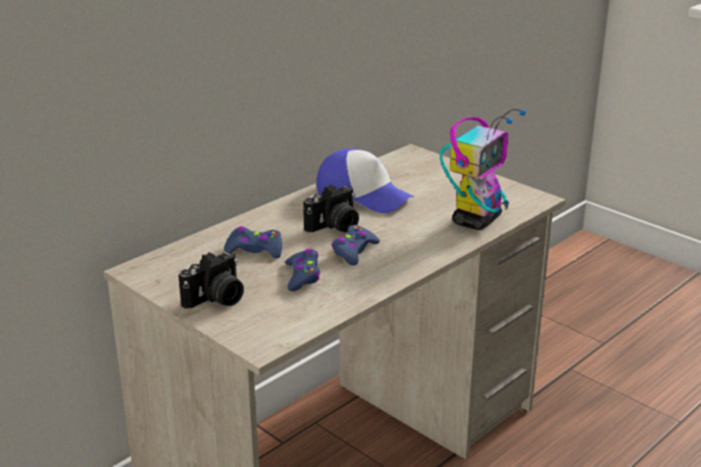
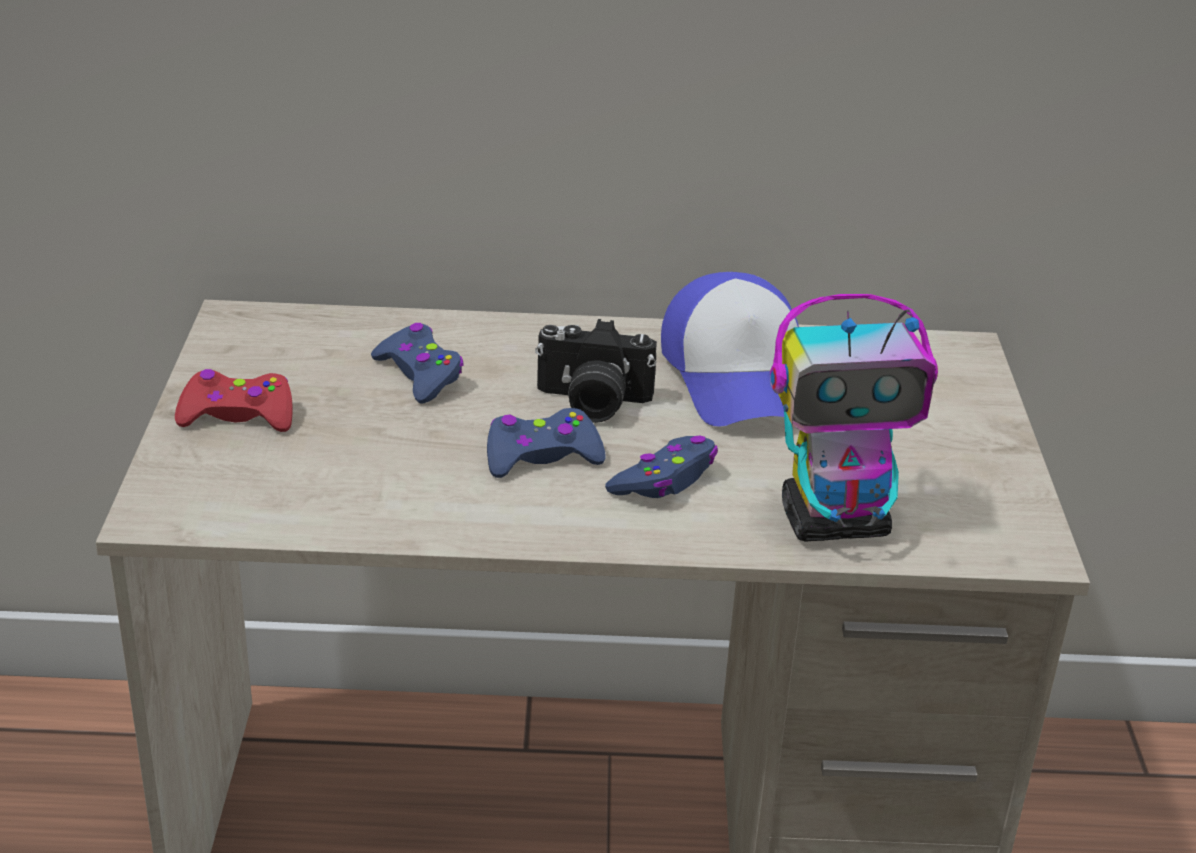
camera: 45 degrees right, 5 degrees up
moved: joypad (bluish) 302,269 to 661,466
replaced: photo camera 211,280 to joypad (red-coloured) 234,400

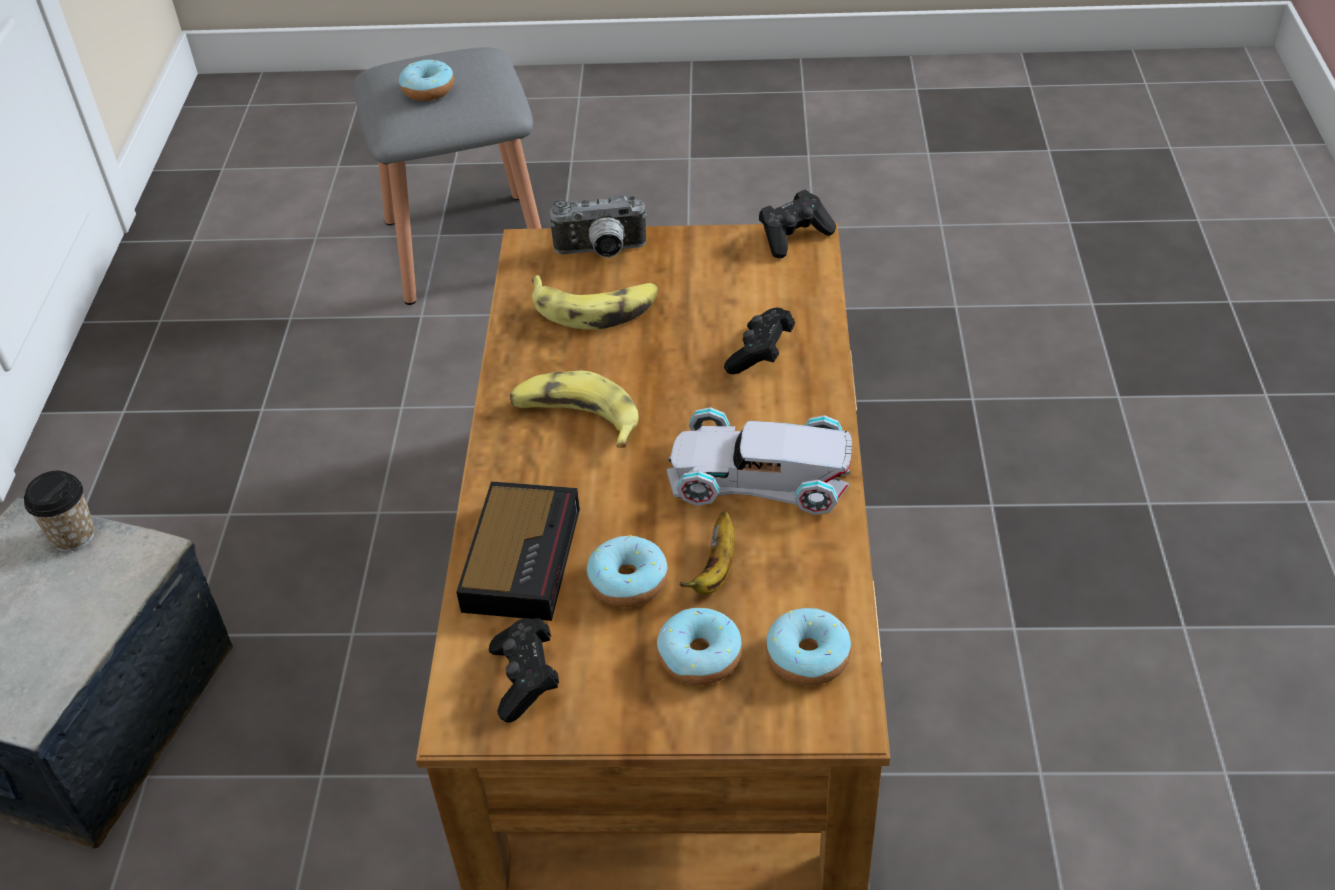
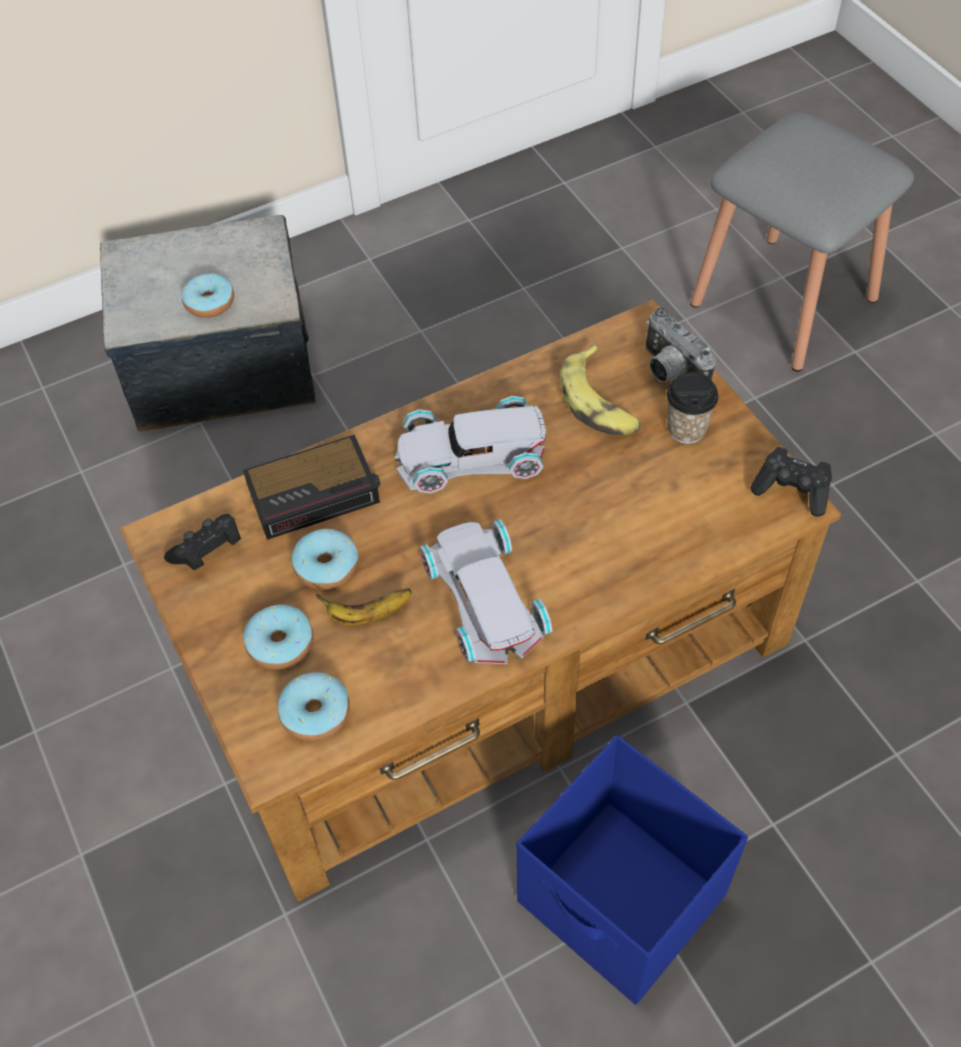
camera: 60 degrees right, 10 degrees up
removed: joypad (black) 759,341
added: storage bin (bluish) 632,870
moved: doughnut 426,80 to 208,295; drinking cup 59,511 to 693,408
replaced: whole banana 574,409 to miniature car (white) 470,445

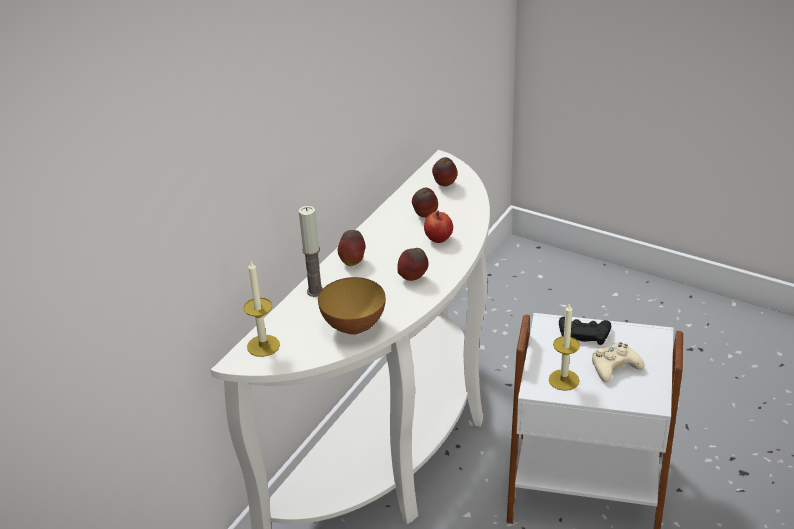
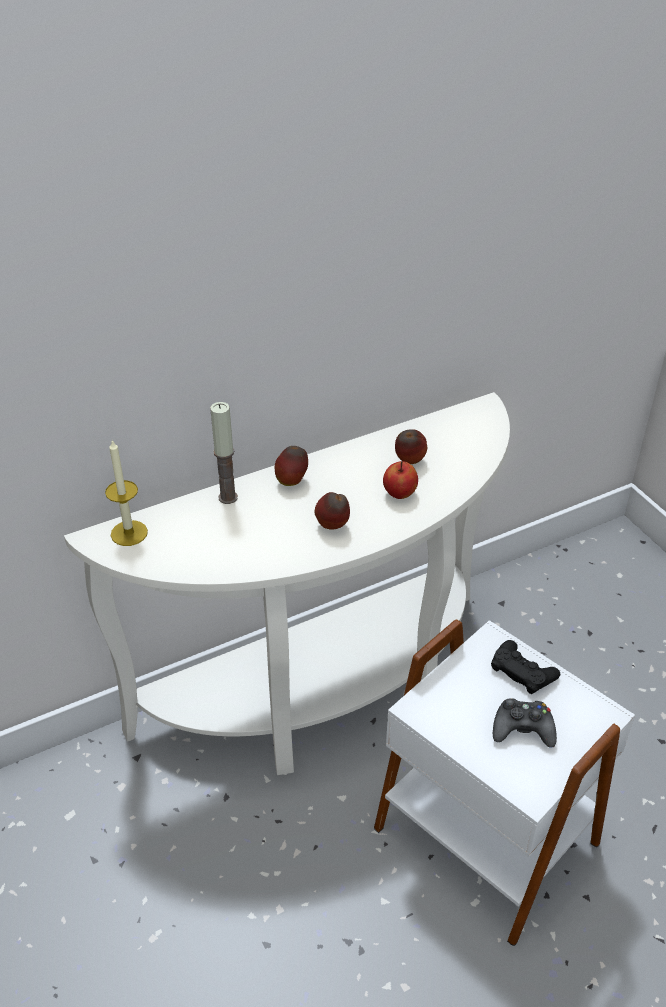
camera: 30 degrees right, 5 degrees up
removed: bowl 352,306; apple fruit 445,171; wax candle 564,347
recoloured: joypad (beige) 618,362 to joypad (black) 525,723

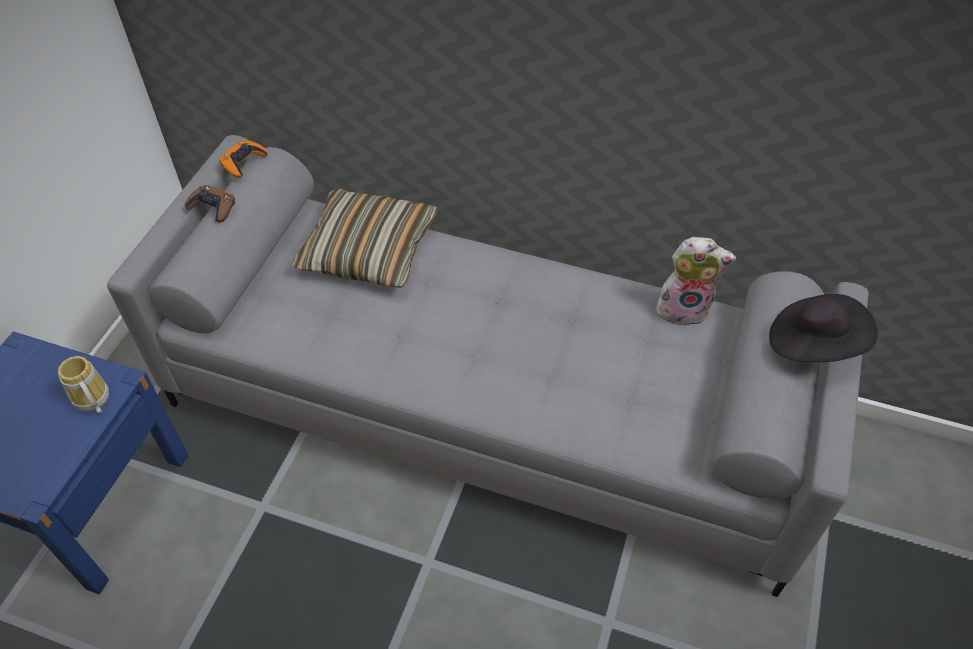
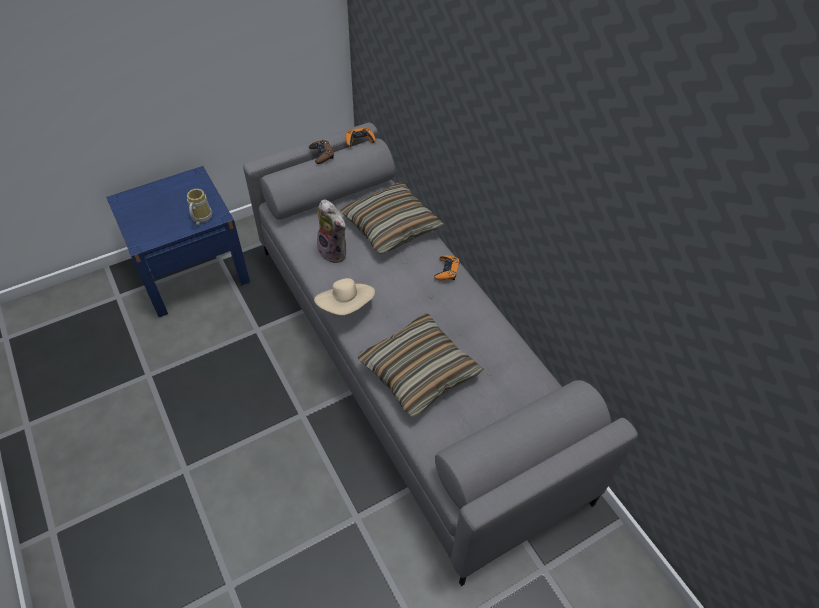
camera: 40 degrees right, 0 degrees up
removed: hat (black) 823,328
added: hat (beige) 344,296; cushion 421,365; joypad (orange) 447,267
moved: plush toy 696,281 to 332,231

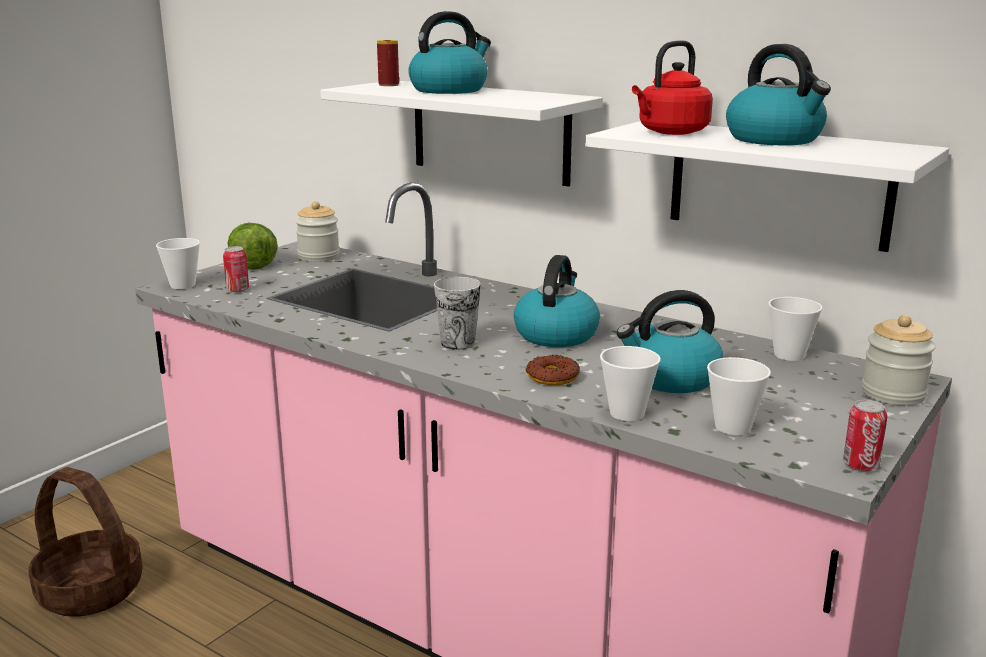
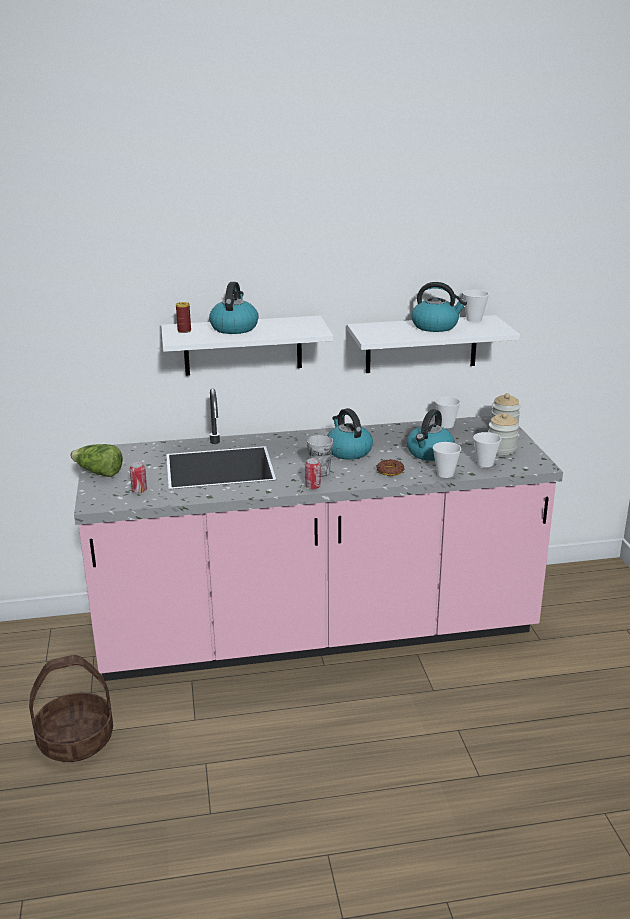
camera: 45 degrees left, 5 degrees up
removed: kettle (red-coloured) 672,87
moved: can 865,436 to 313,474; drinking cup 178,263 to 476,306; storage jar 317,231 to 503,434

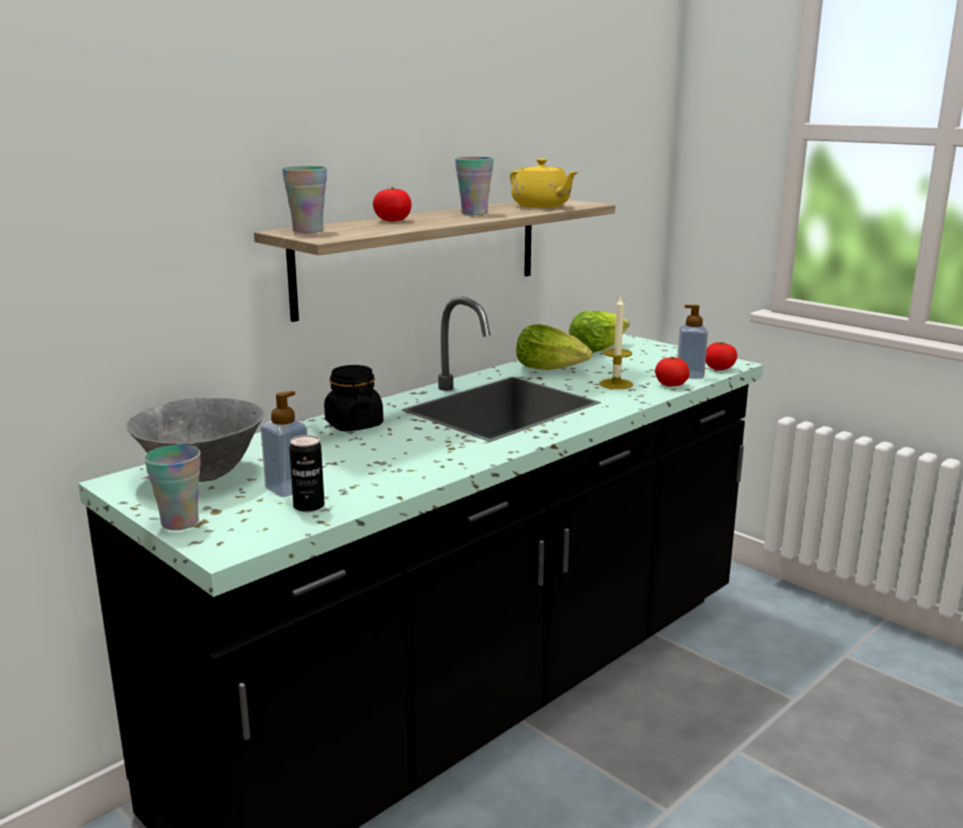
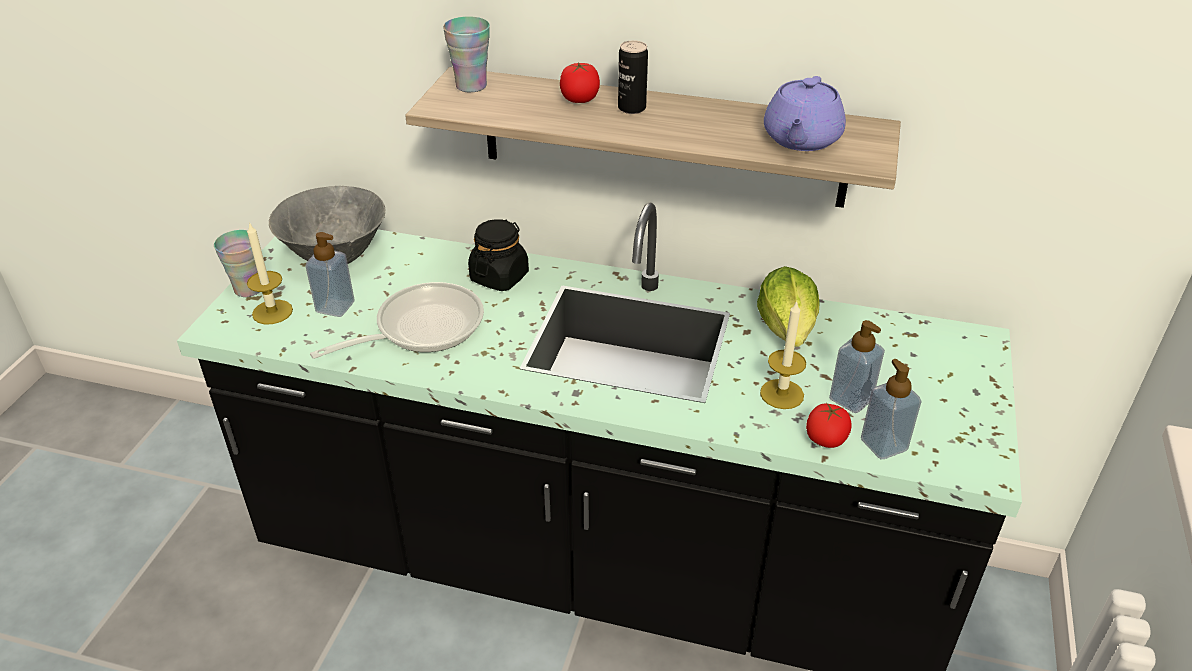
camera: 60 degrees right, 20 degrees up
removed: drinking cup 474,186; lettuce head 599,332; fresh tomato 721,356
added: wax candle 270,273; skillet 397,320; soap dispenser 857,366
moved: can 307,473 to 633,77
recoloured: teapot (yellow-coloured) 544,183 to teapot (purple) 805,113

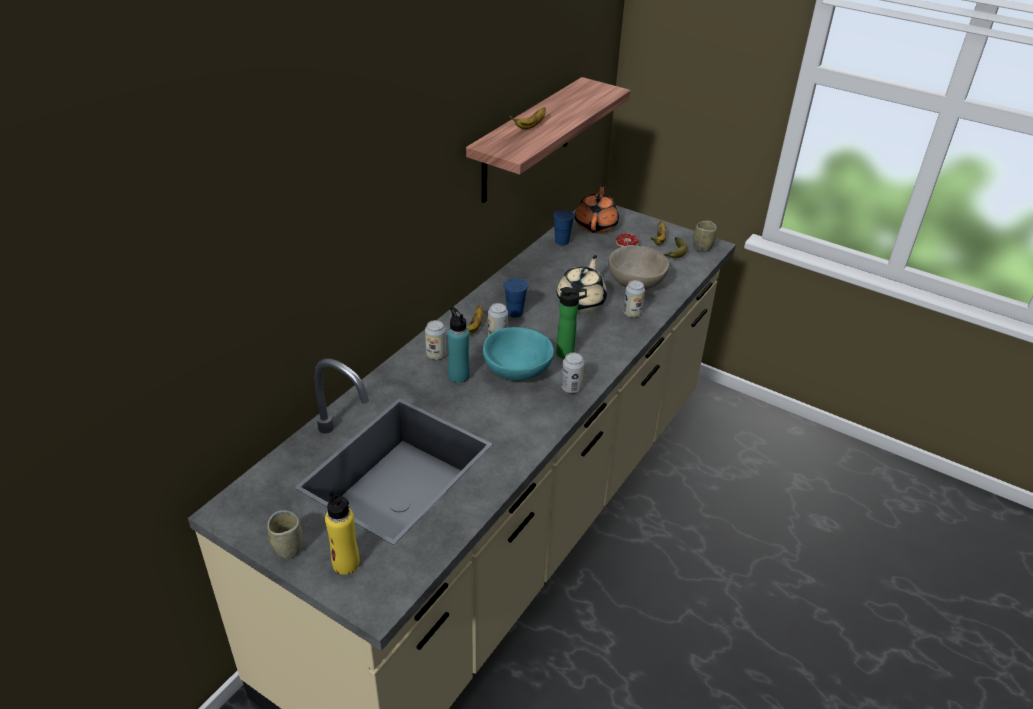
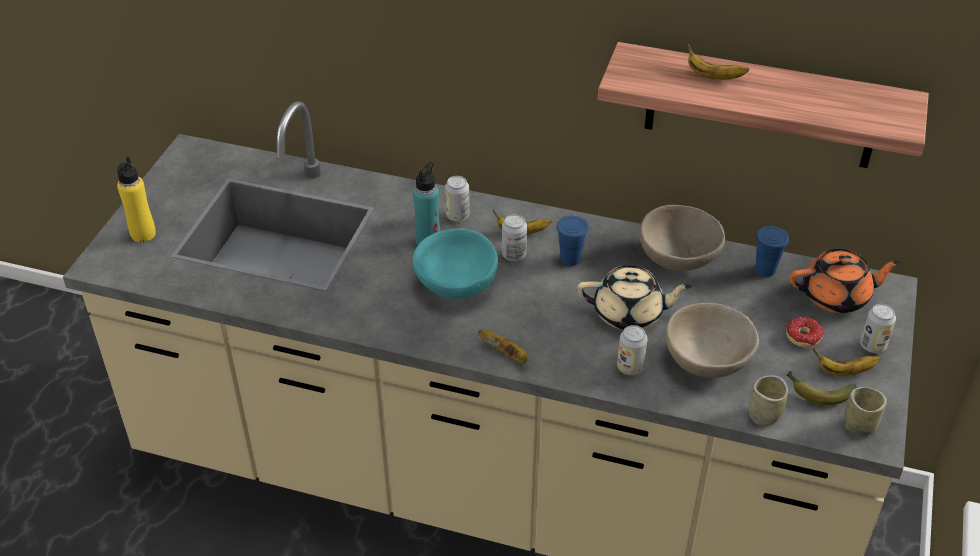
camera: 75 degrees right, 5 degrees up
removed: bottle 571,323
added: whole banana 503,346; bowl (beige) 682,238
moved: drinking cup 285,534 to 768,400; can 572,373 to 878,328

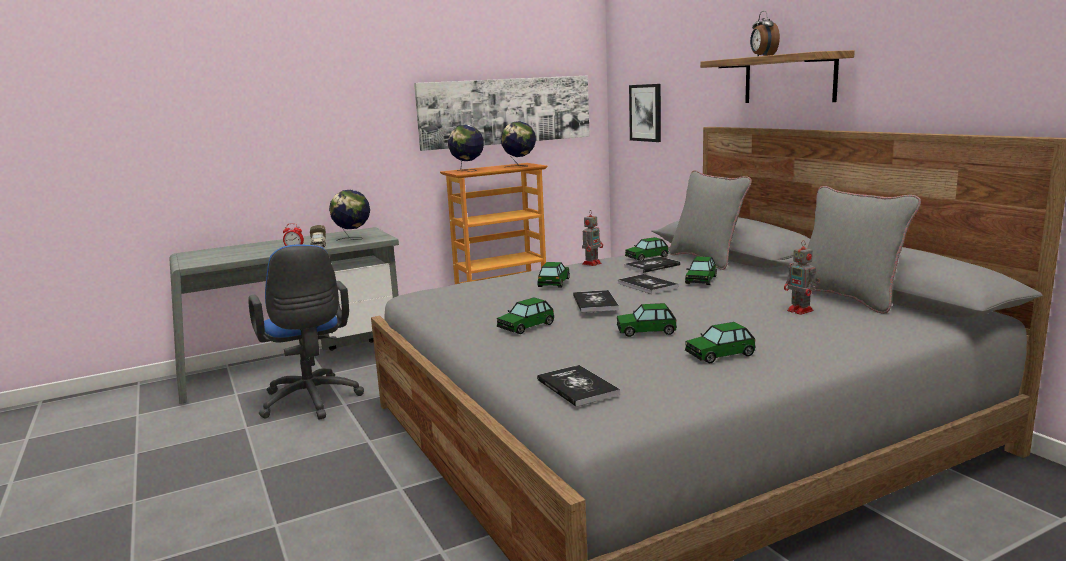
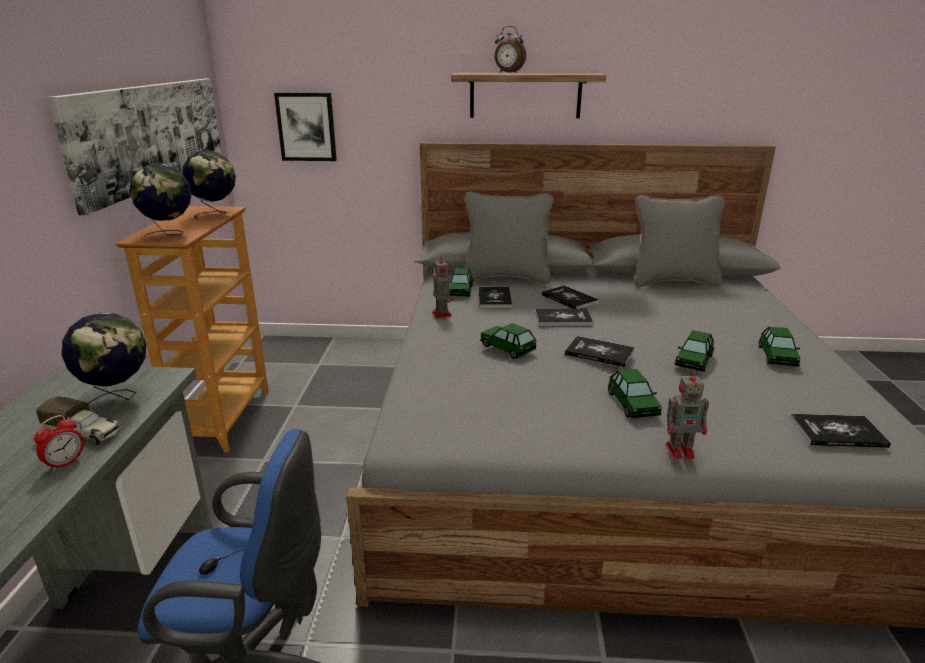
camera: 60 degrees left, 10 degrees up
moved: model robot 801,277 to 687,414
replaced: miniature car 701,270 to volume 570,297

